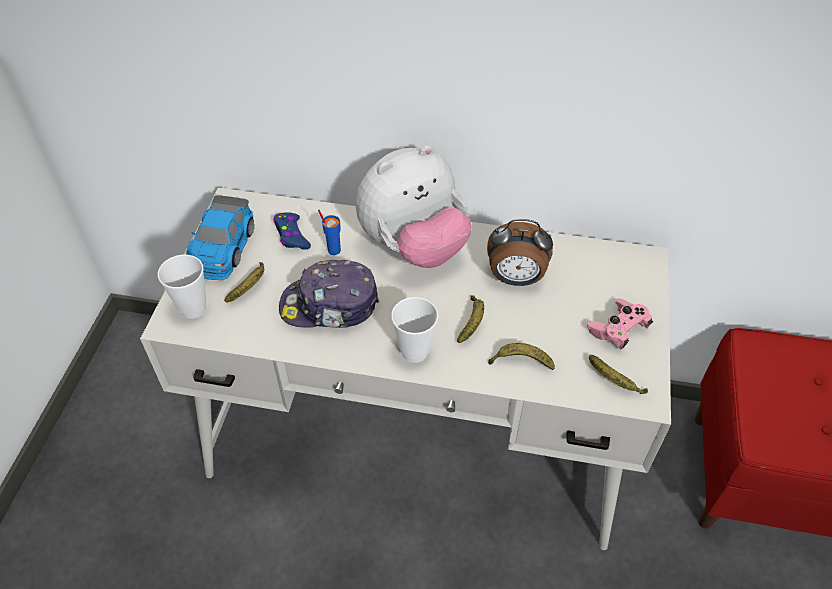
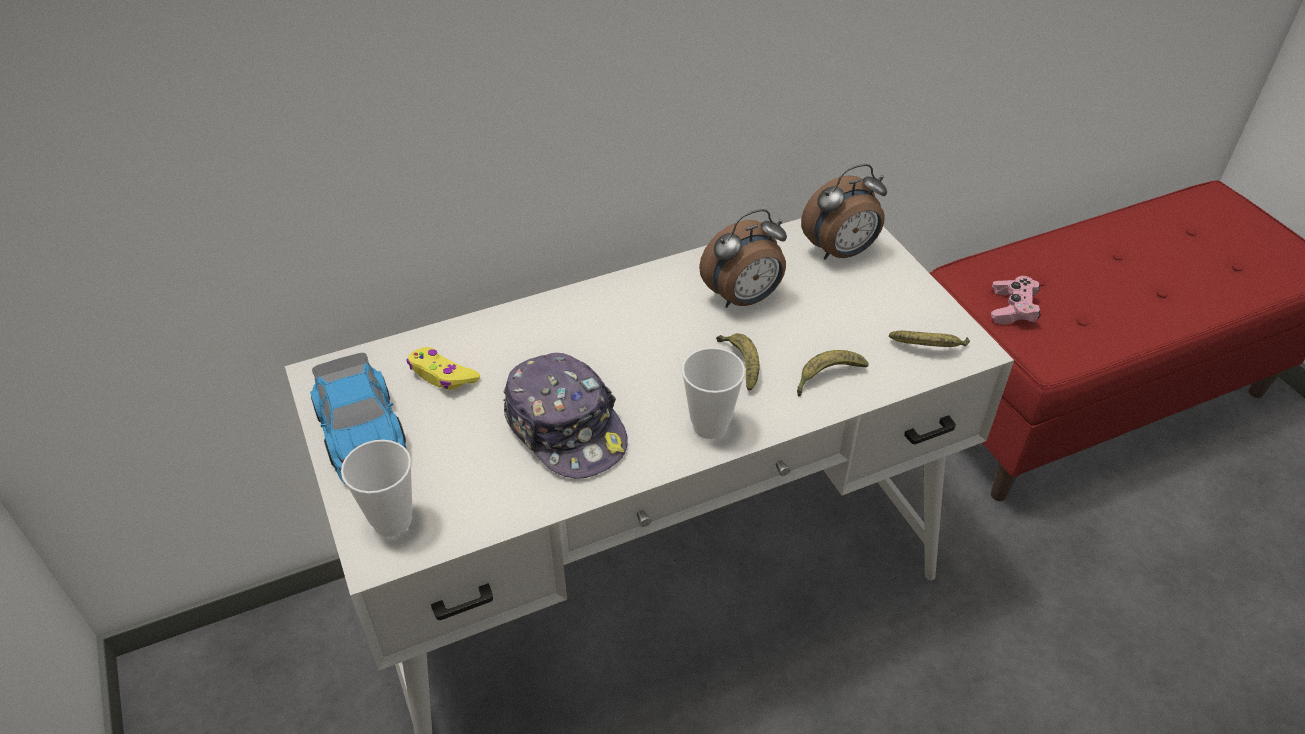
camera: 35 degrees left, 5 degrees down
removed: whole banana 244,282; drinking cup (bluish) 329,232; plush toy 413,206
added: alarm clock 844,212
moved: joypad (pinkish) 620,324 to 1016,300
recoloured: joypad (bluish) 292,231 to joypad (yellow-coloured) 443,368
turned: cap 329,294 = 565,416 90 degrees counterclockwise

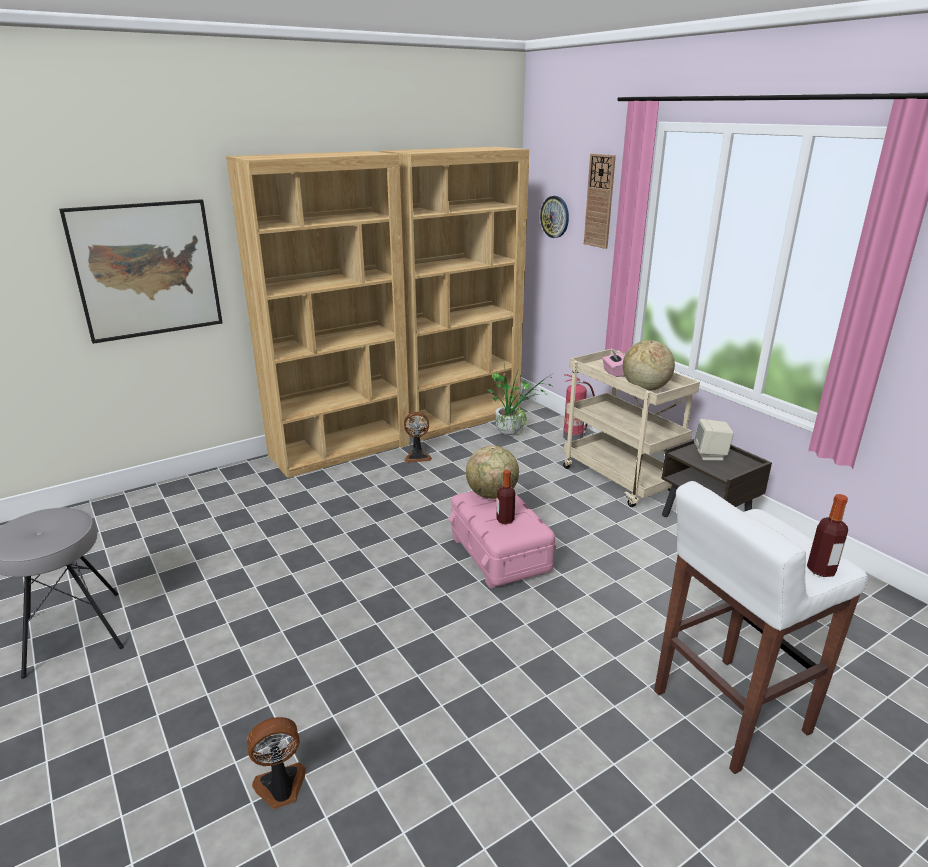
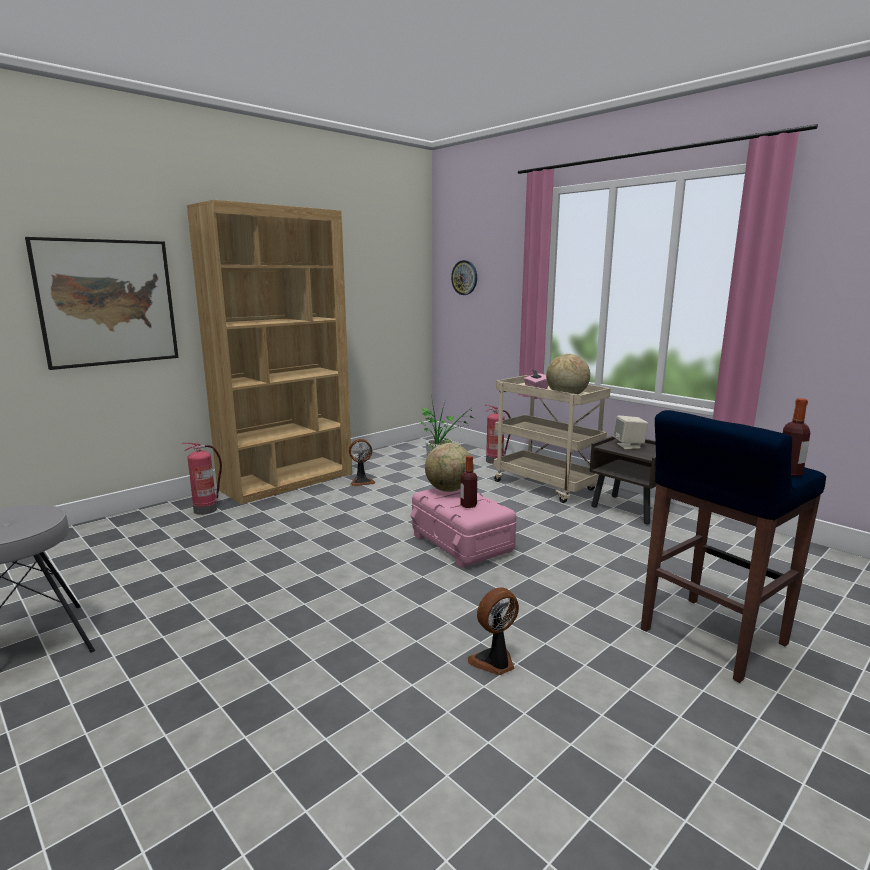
camera: 10 degrees left, 10 degrees down
removed: bookcase (brownish) 454,294; hanging clock 600,201
added: extinguisher 202,479
moved: electric fan 276,763 to 493,631
recoloured: sitting stool (white) 761,627 to sitting stool (bluish) 733,546

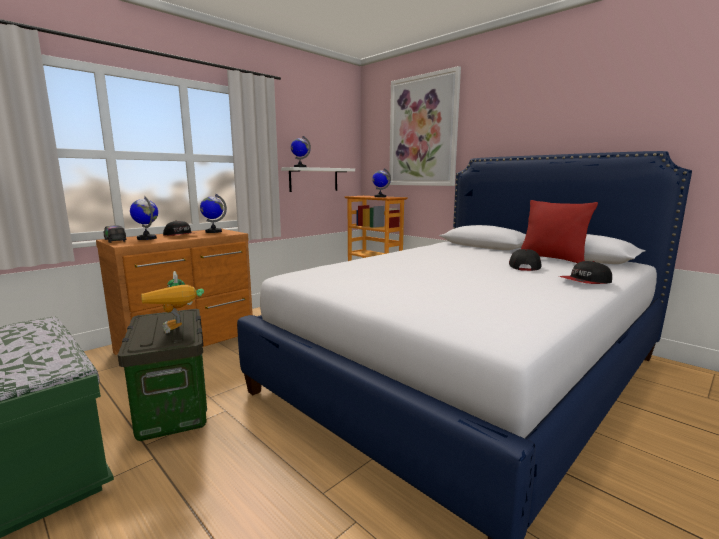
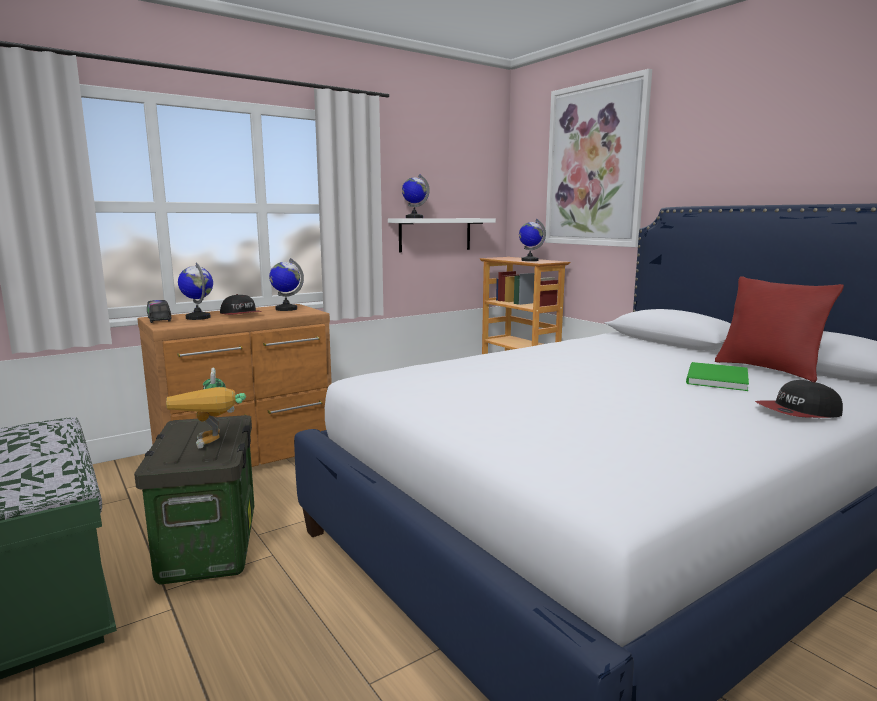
camera: 10 degrees right, 0 degrees up
replaced: cap 525,260 to volume (greenish) 717,376

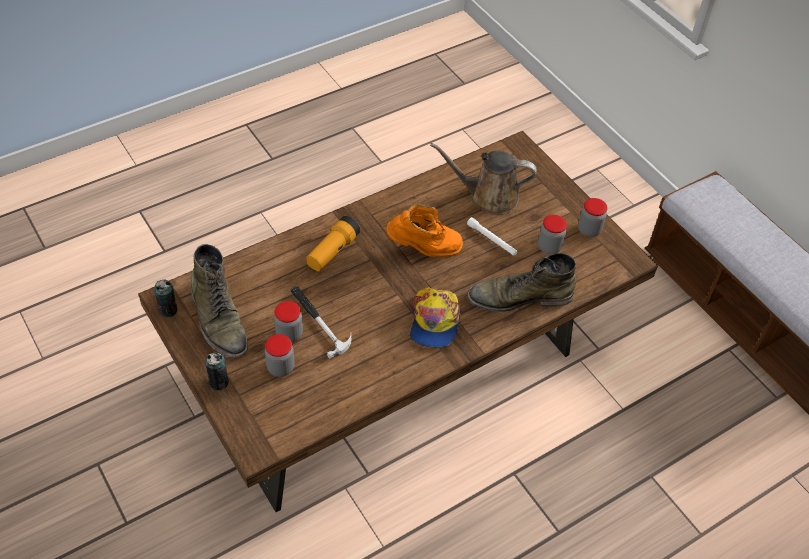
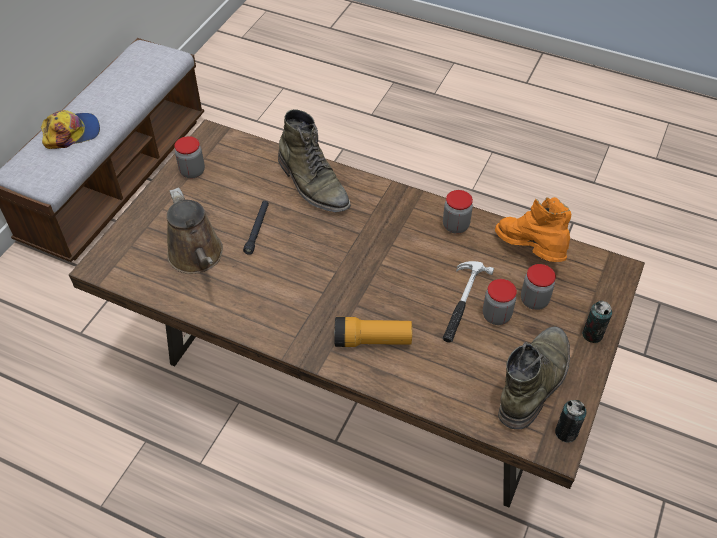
camera: 120 degrees left, 0 degrees up
moved: cap 436,317 to 70,129; storage jar 552,234 to 458,212; boot (orange) 424,230 to 533,229
recoloured: flashlight (white) 492,236 to flashlight (black) 256,228

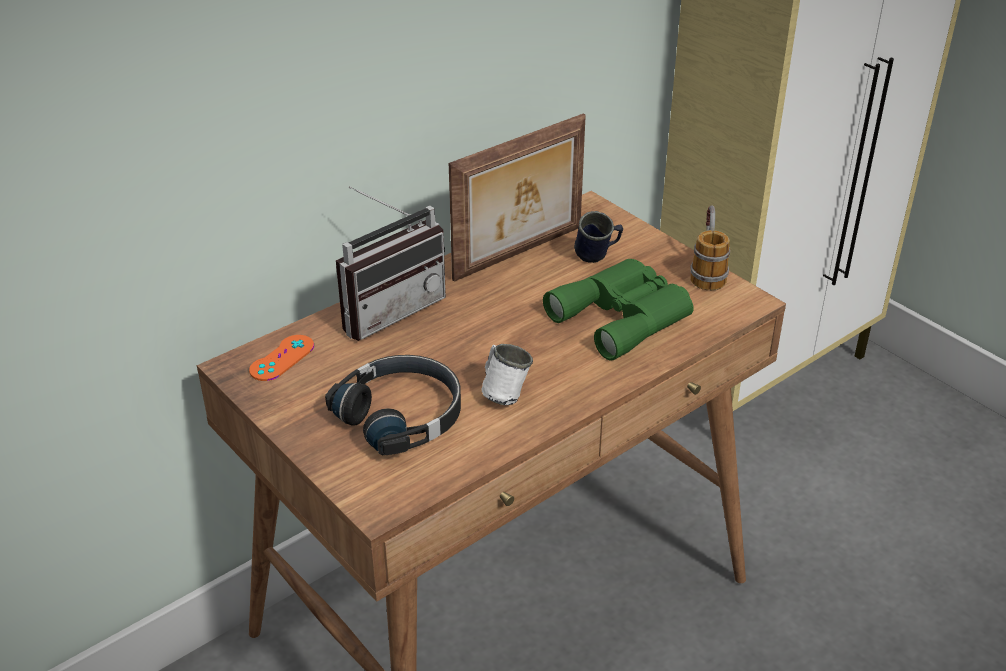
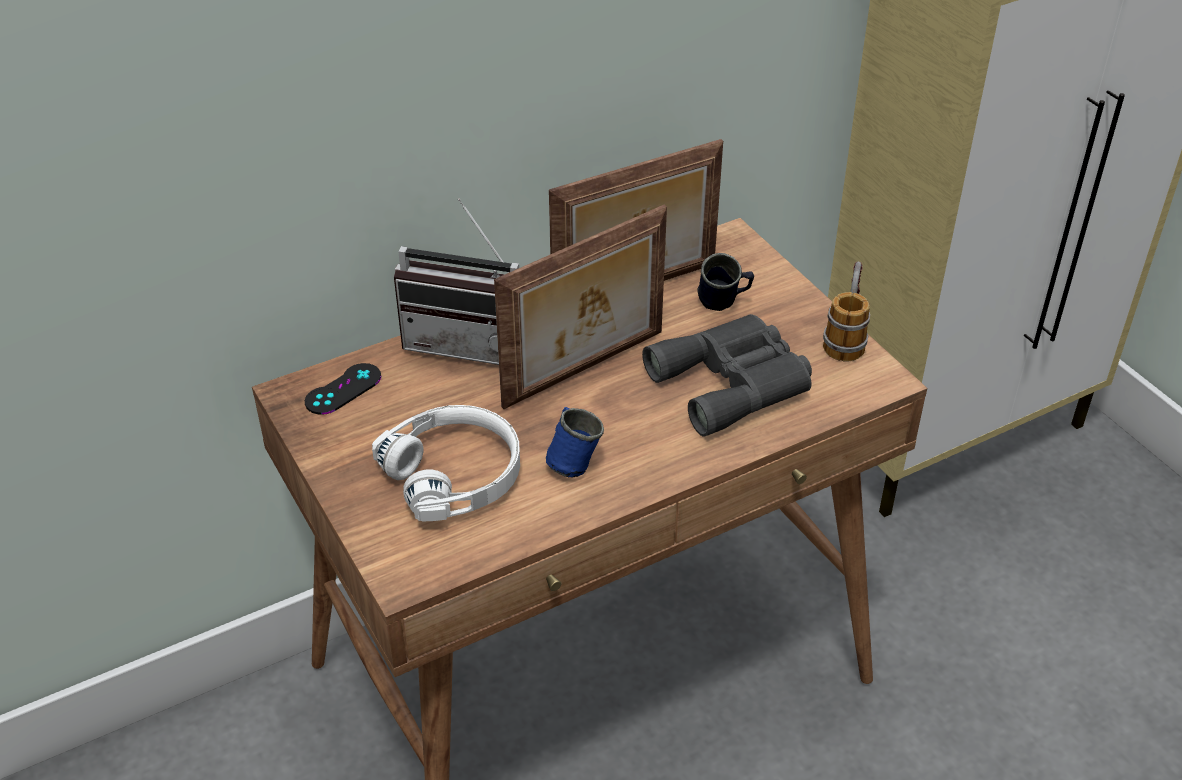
camera: 10 degrees right, 5 degrees up
added: picture frame 580,307
recoloured: joypad (orange) 281,358 to joypad (black) 343,389; headset (black) 393,405 to headset (white) 446,463; coffee mug (white) 507,374 to coffee mug (bluish) 575,442; pair of binoculars (greenish) 618,310 to pair of binoculars (grey) 727,375
turned: radio set 391,263 = 456,281 45 degrees clockwise

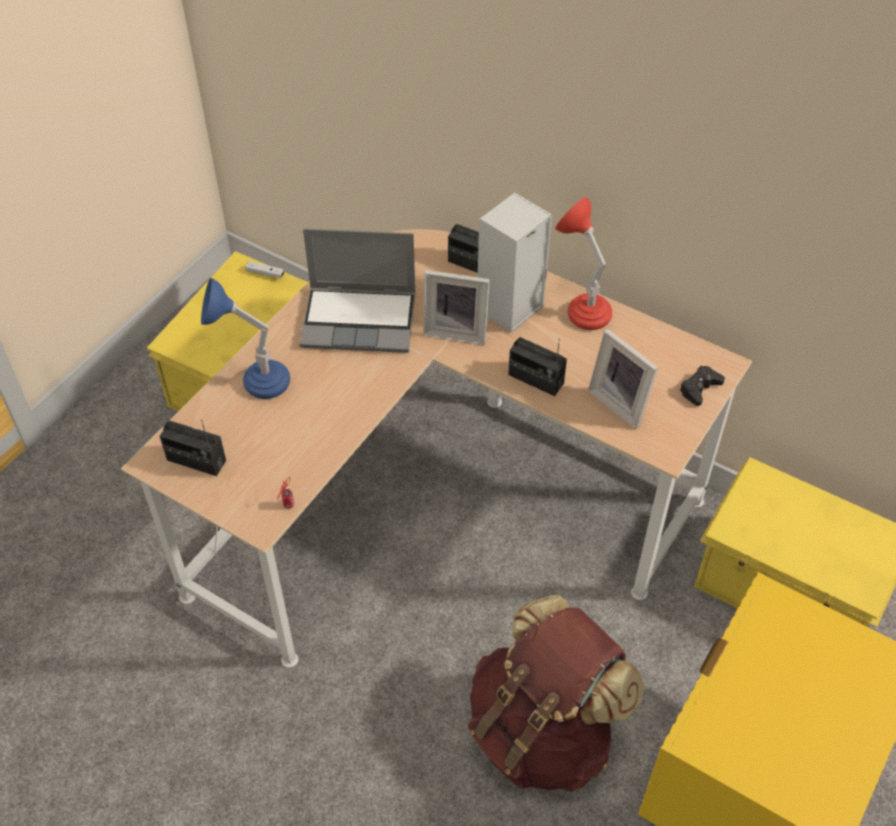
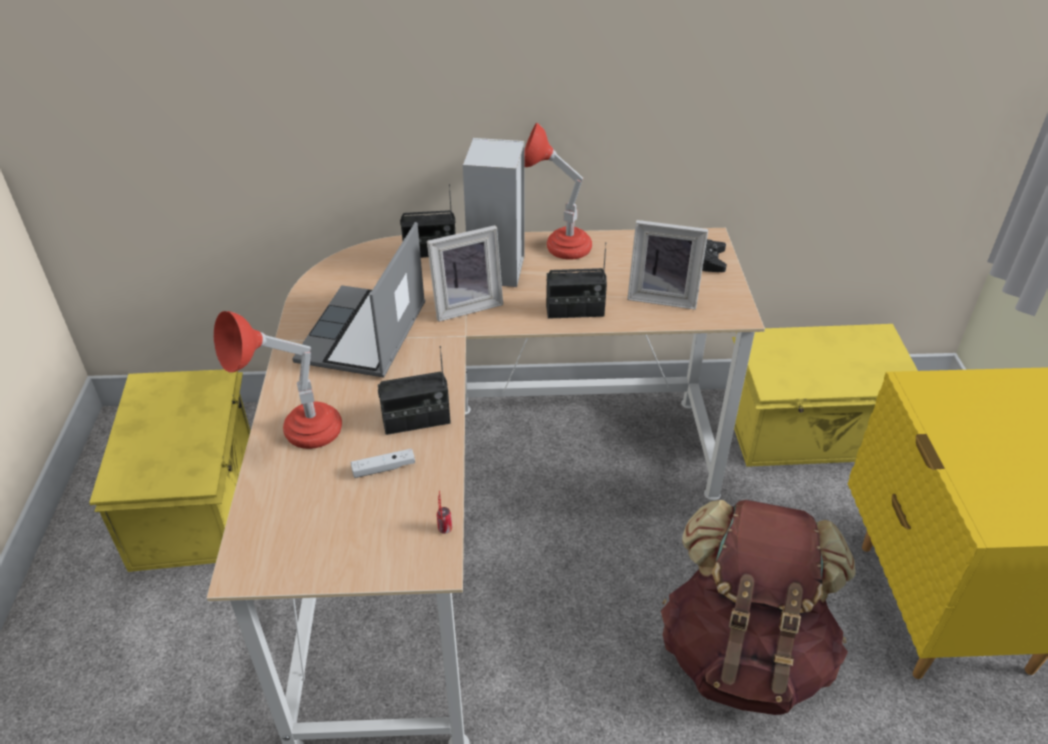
camera: 35 degrees left, 10 degrees down
moved: joypad (white) 264,269 to 383,463; radio set 193,448 to 414,390
recoloured: table lamp (bluish) 245,338 to table lamp (red-coloured) 278,380
turned: portable computer 358,290 = 358,300 135 degrees clockwise

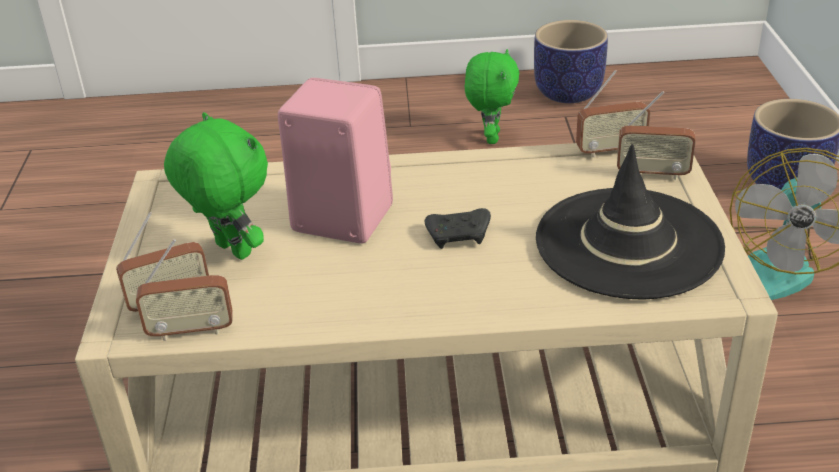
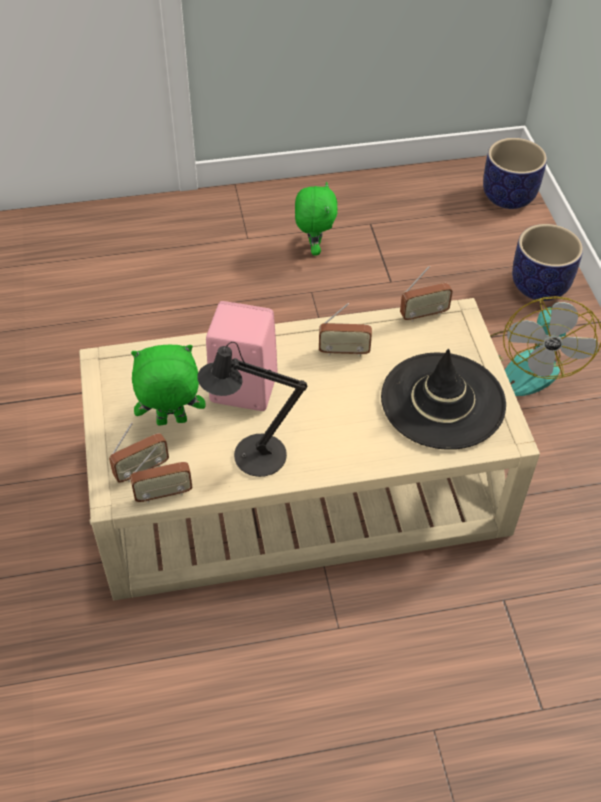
camera: 10 degrees left, 15 degrees up
removed: joypad (black) 458,228
added: table lamp (black) 252,409
moved: radio set 656,135 to 345,330; planter 571,61 to 515,173
turned: plush toy (greenish) 216,186 = 168,384 45 degrees counterclockwise

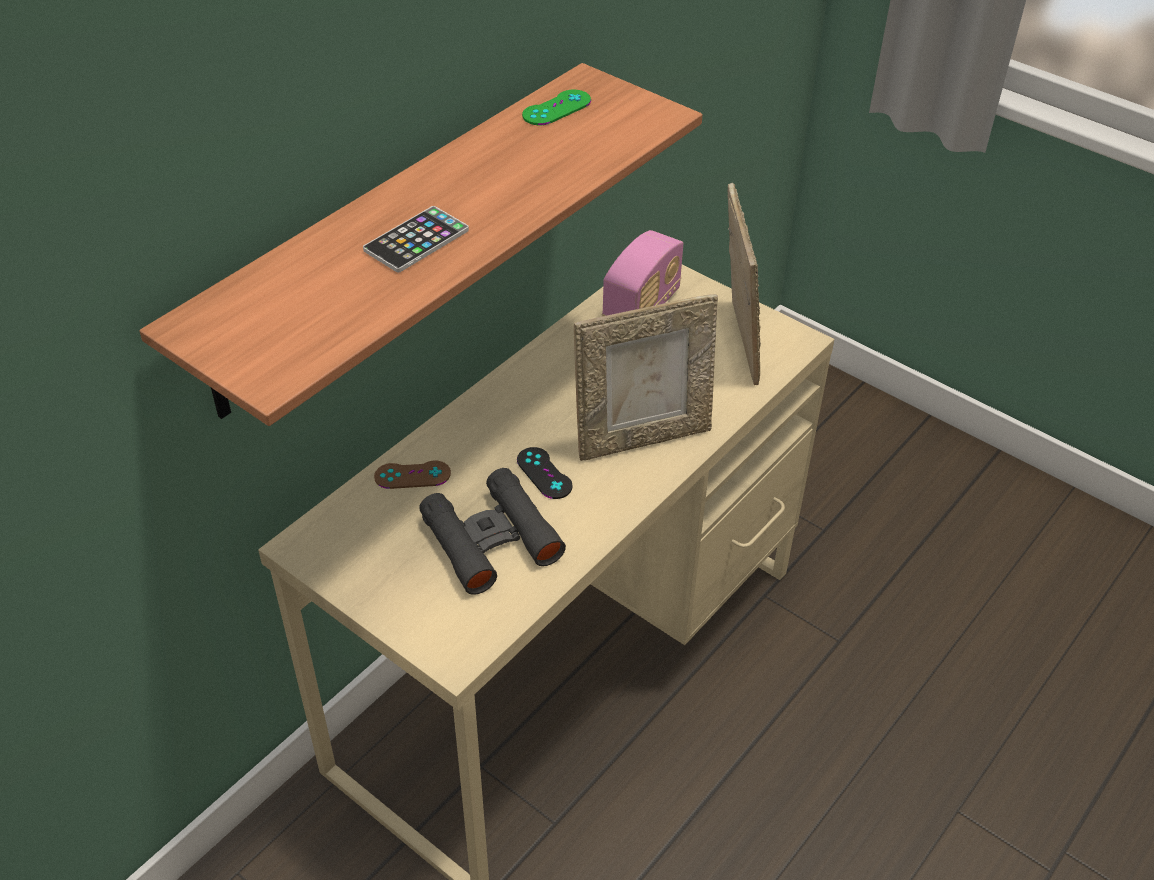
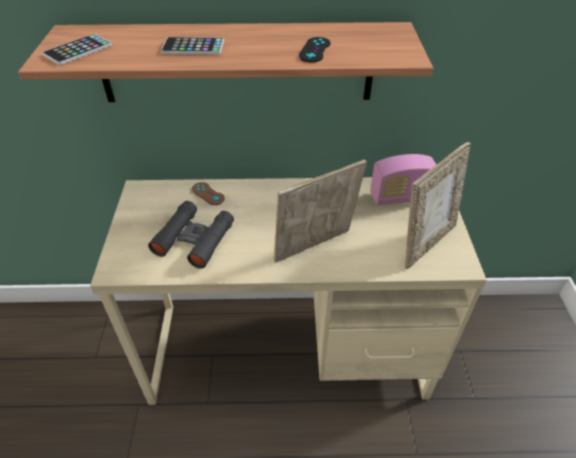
camera: 50 degrees right, 0 degrees up
removed: joypad (greenish) 556,107
added: handset 77,49
moved: joypad (black) 545,473 to 315,50
turned: picture frame 646,377 = 320,211 120 degrees clockwise

